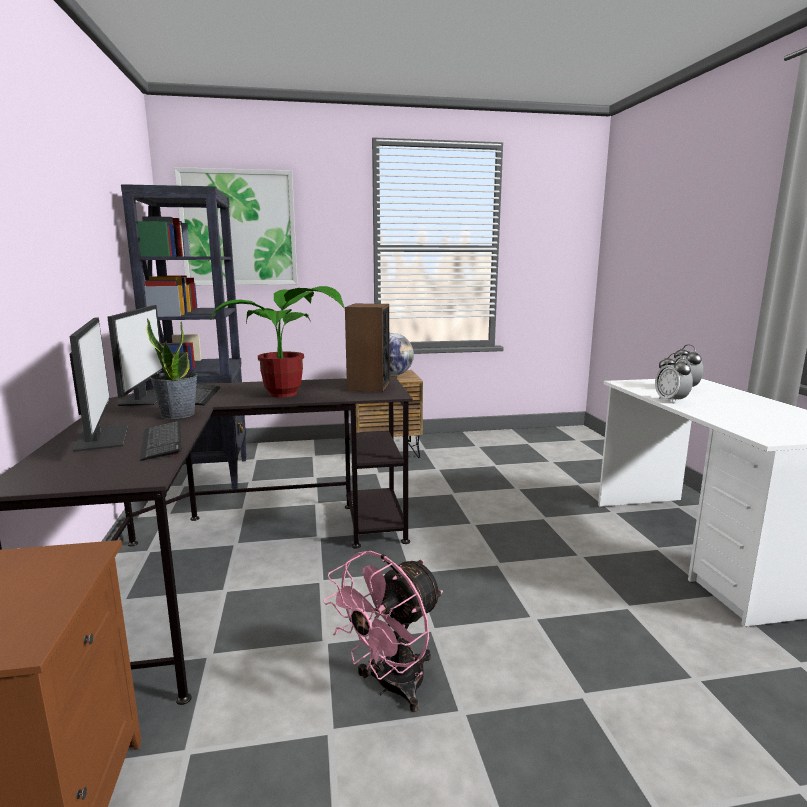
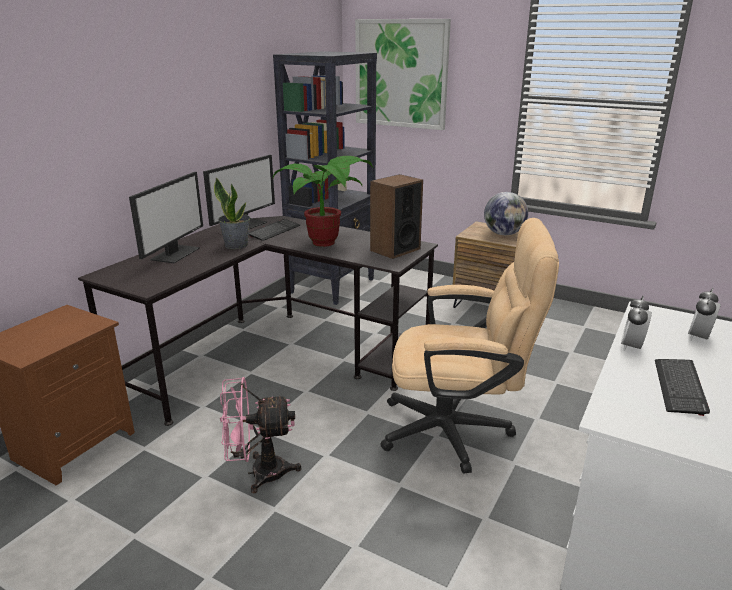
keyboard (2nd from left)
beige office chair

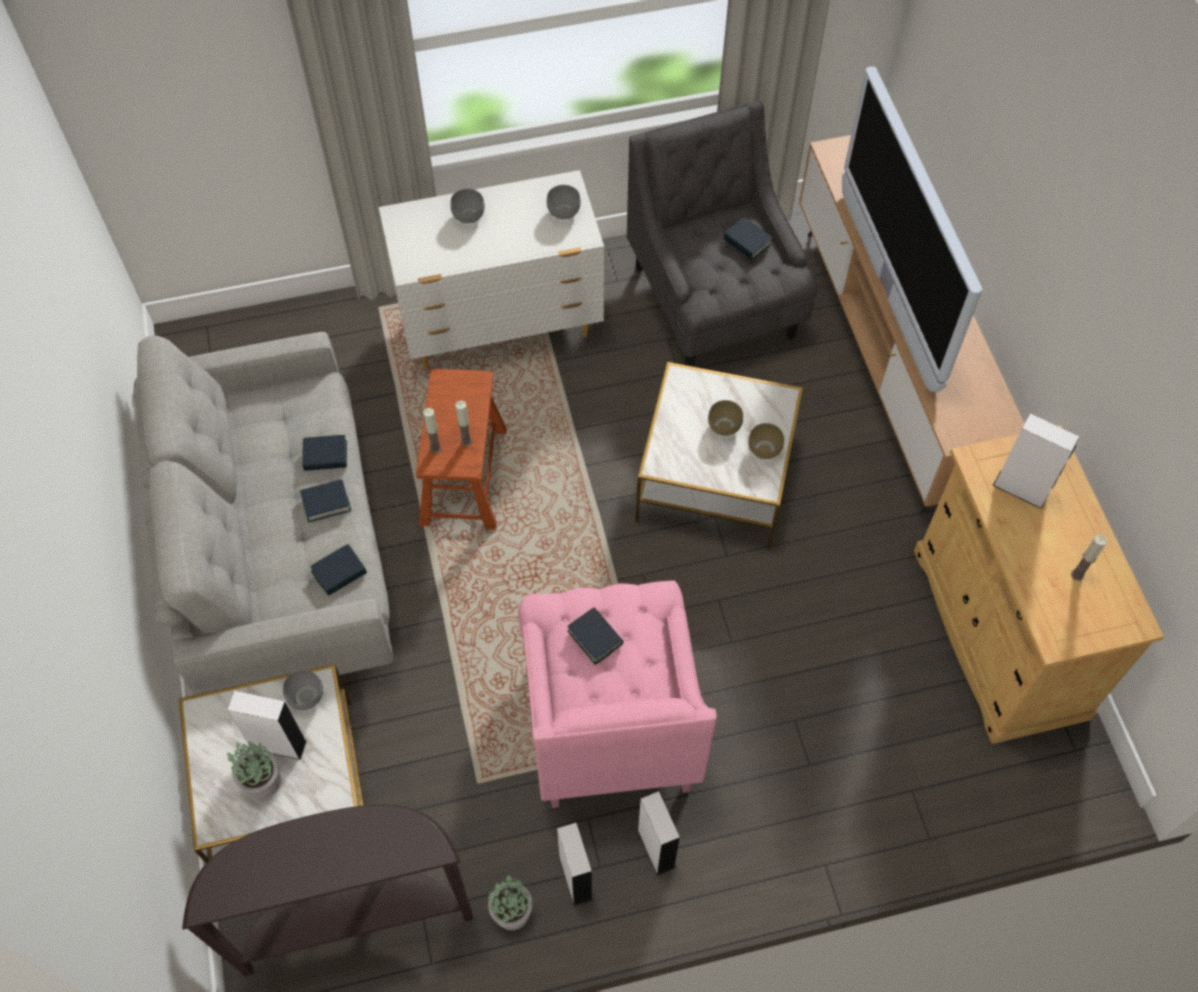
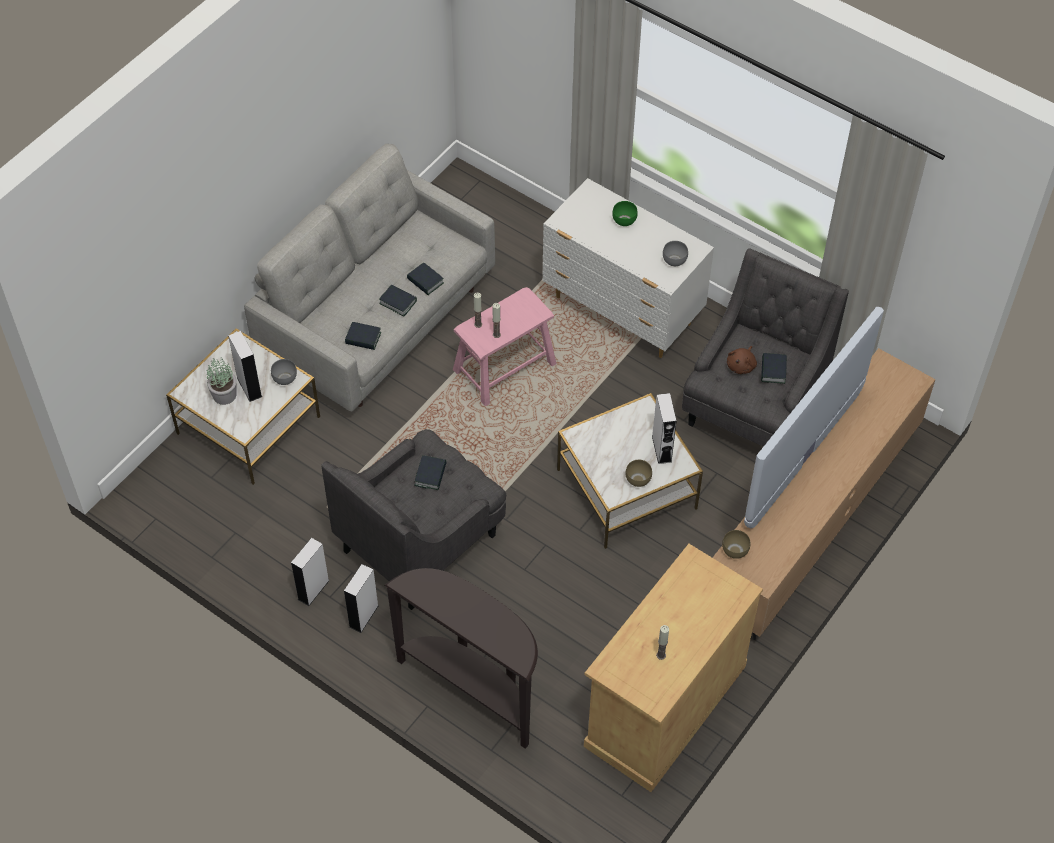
brown console table
pink stool
green bowl
potted plant (2nd from left in the first image)
grey armchair (1st from left)
brown bowl (2nd from left)
white speaker (4th from left)
brown plush toy

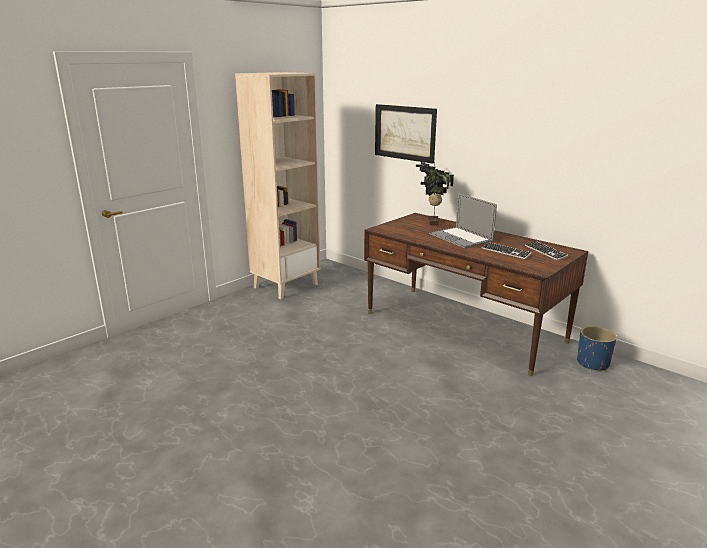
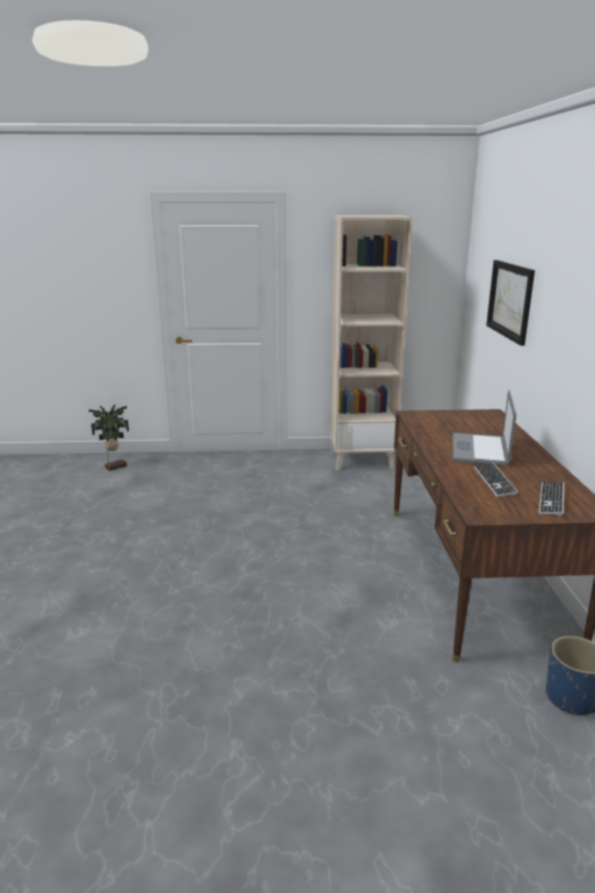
potted plant

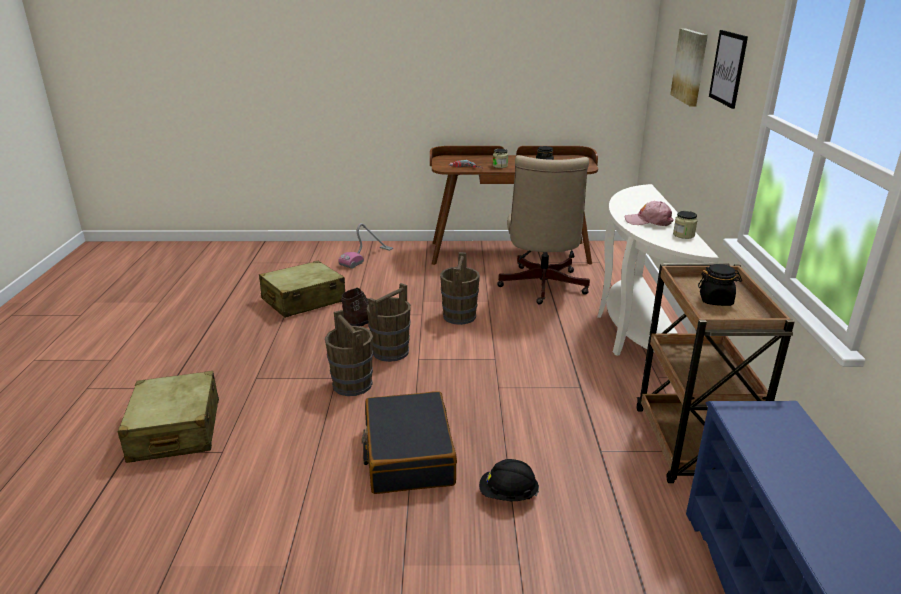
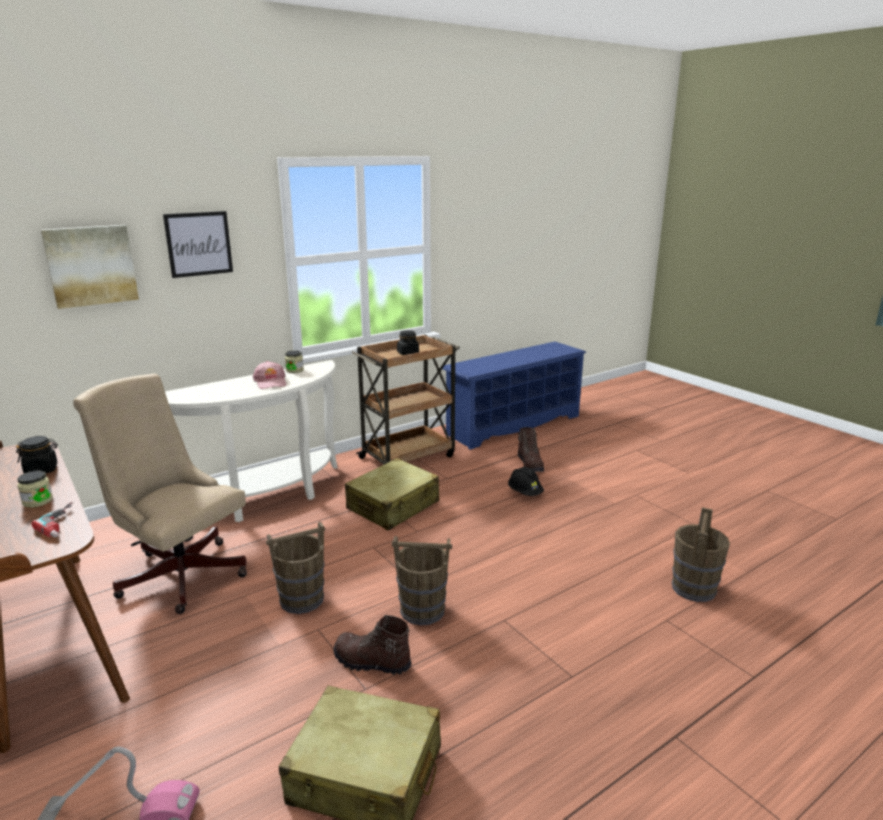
beige suitcase (2nd from left)
brown bucket (3rd from left)
black suitcase
beige office chair
brown boot (2nd from left)

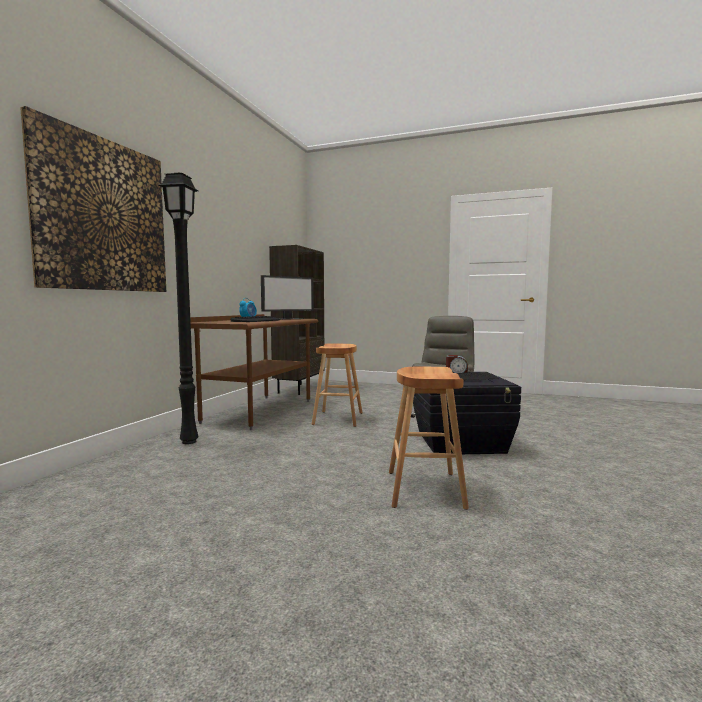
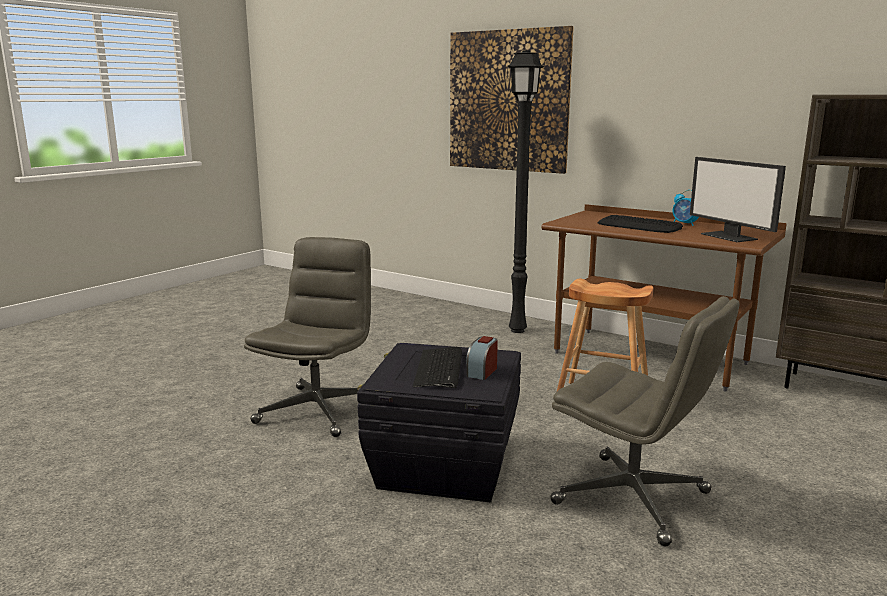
grey office chair (1st from left)

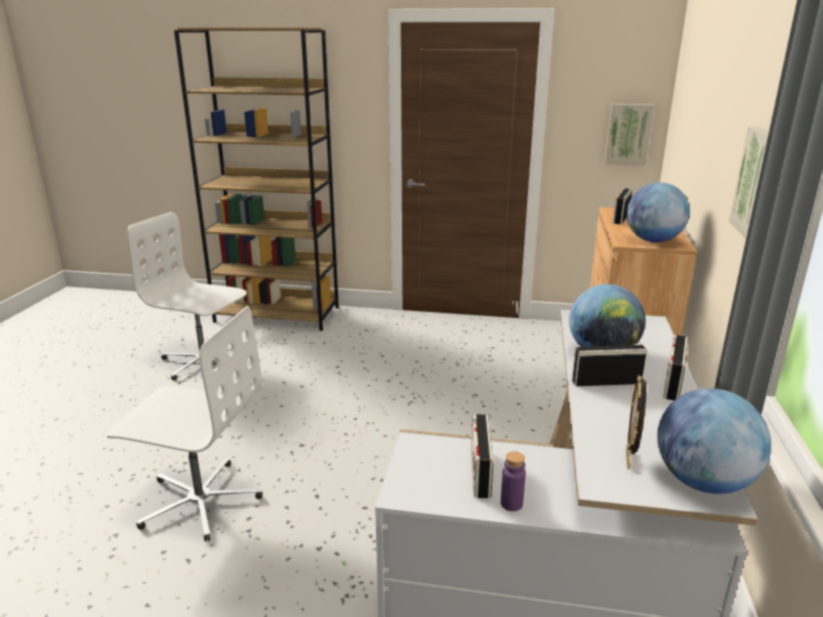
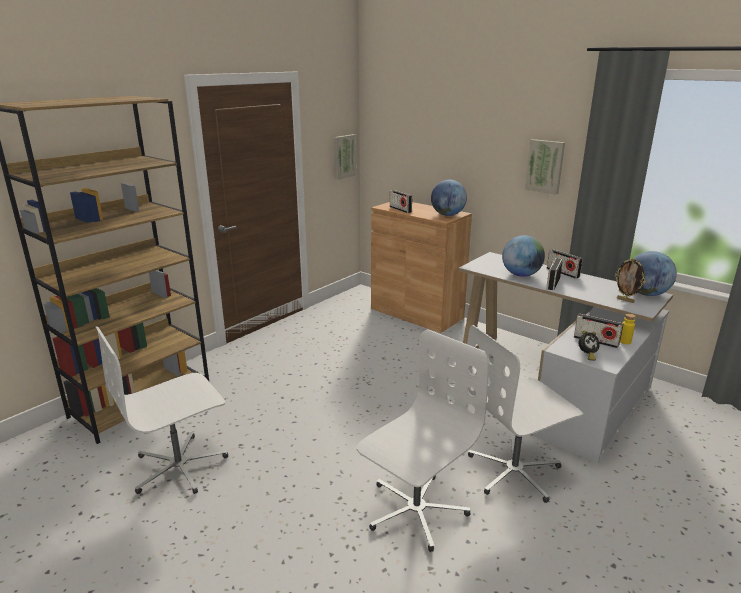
yellow bottle
white office chair (3rd from left)
alarm clock

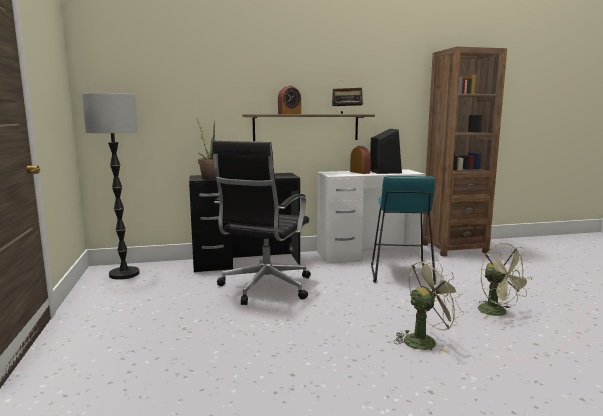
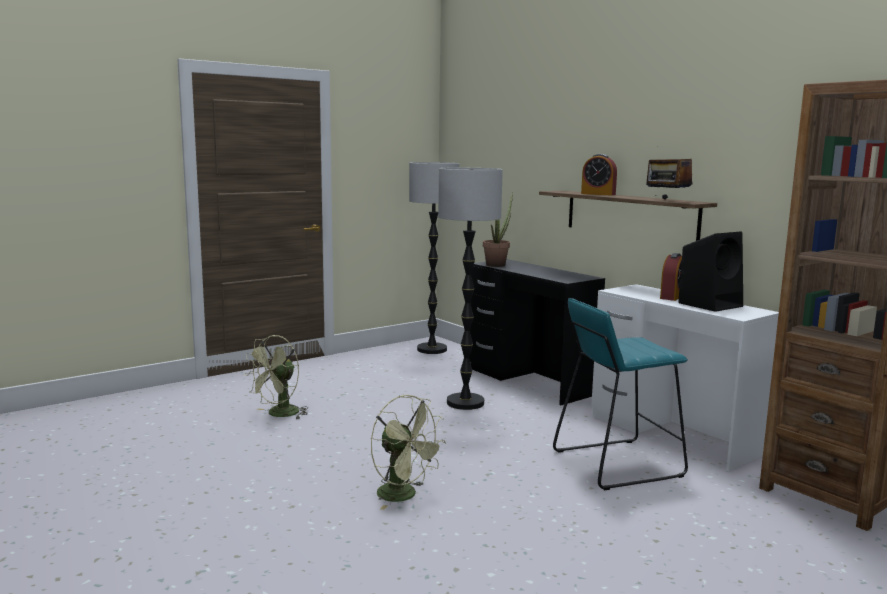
floor lamp (2nd from left)
green fan (1st from left)

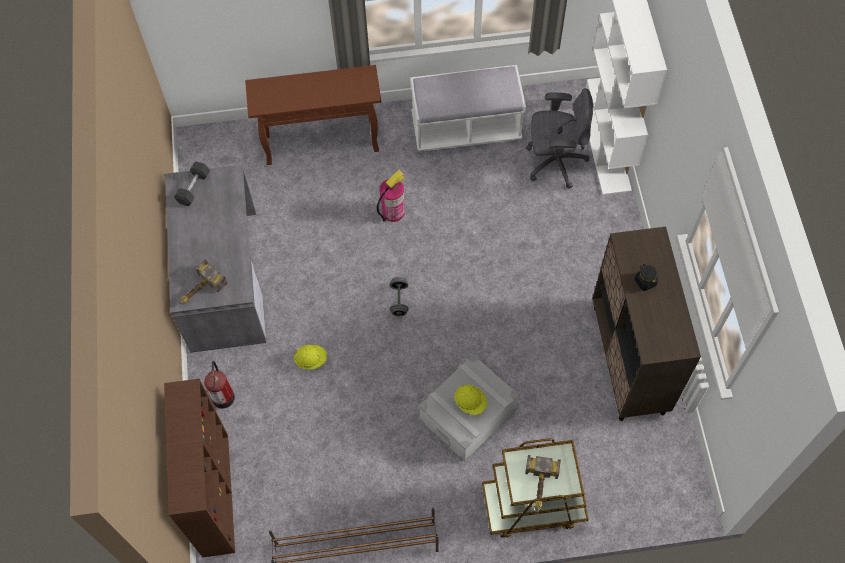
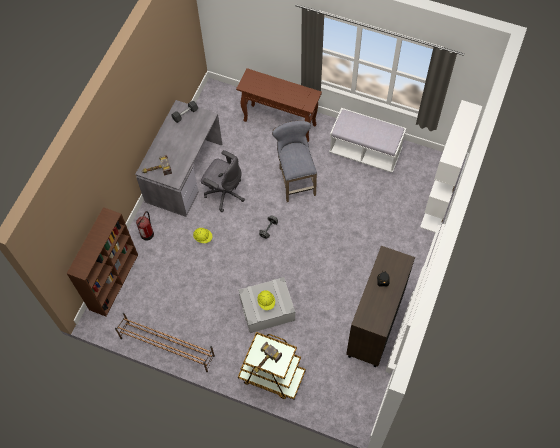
grey stool
grey office chair

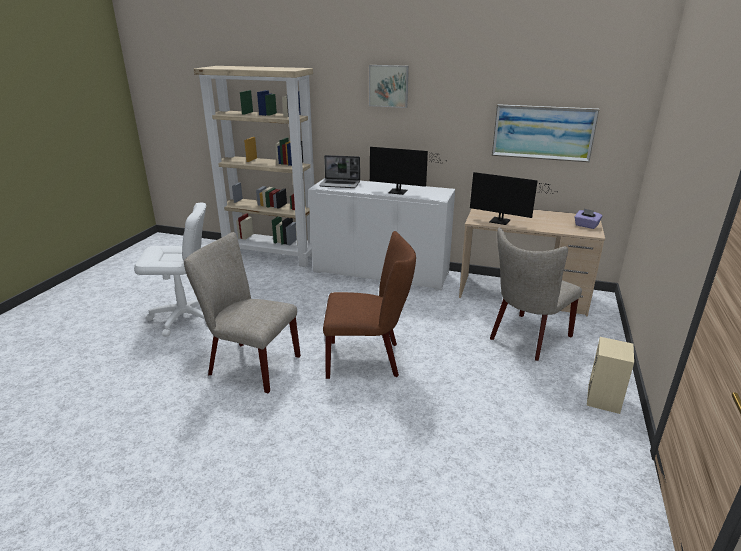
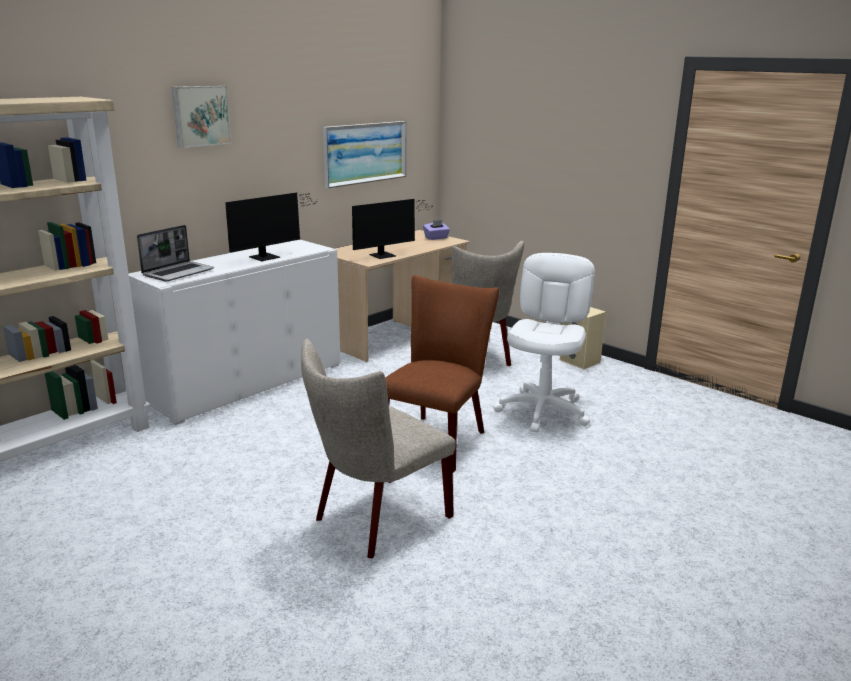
white office chair

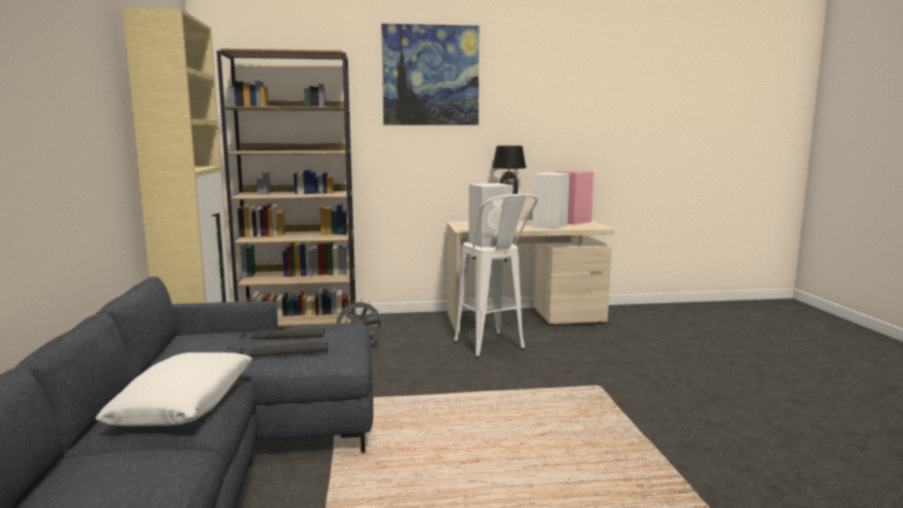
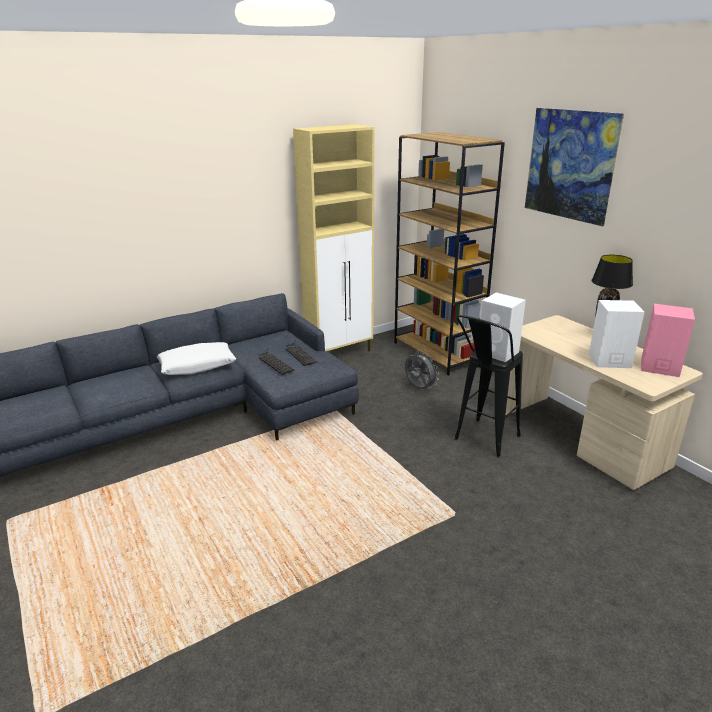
black stool

